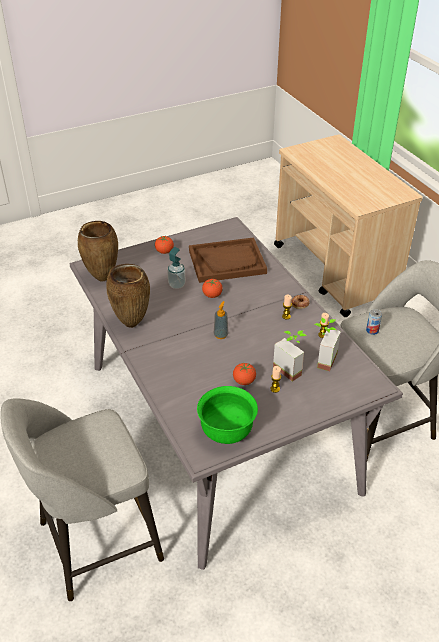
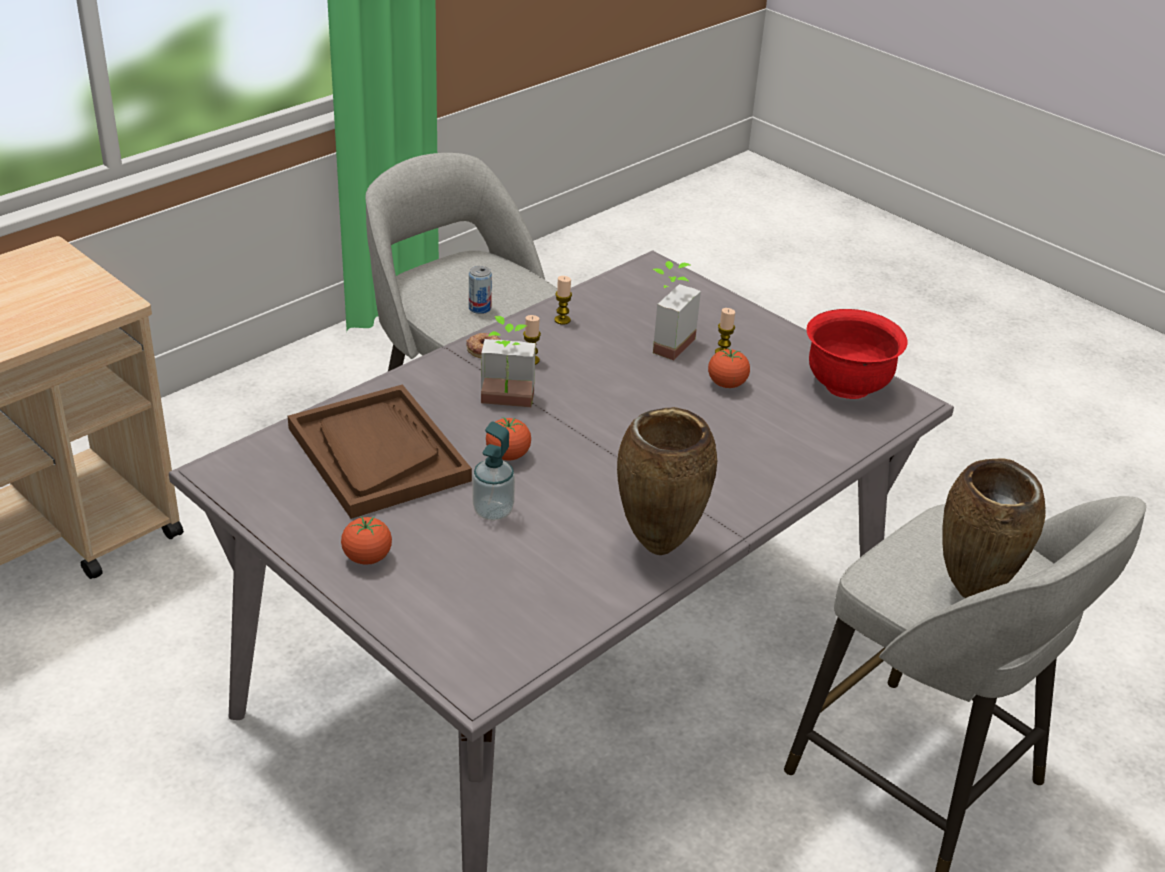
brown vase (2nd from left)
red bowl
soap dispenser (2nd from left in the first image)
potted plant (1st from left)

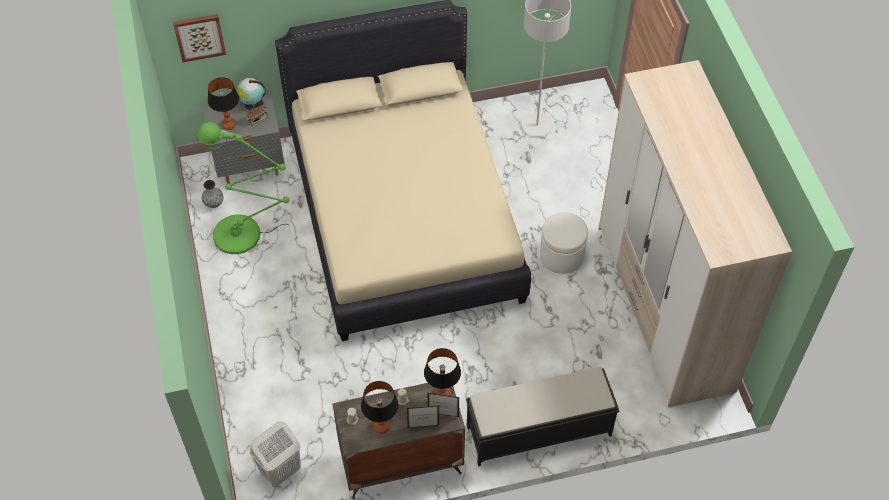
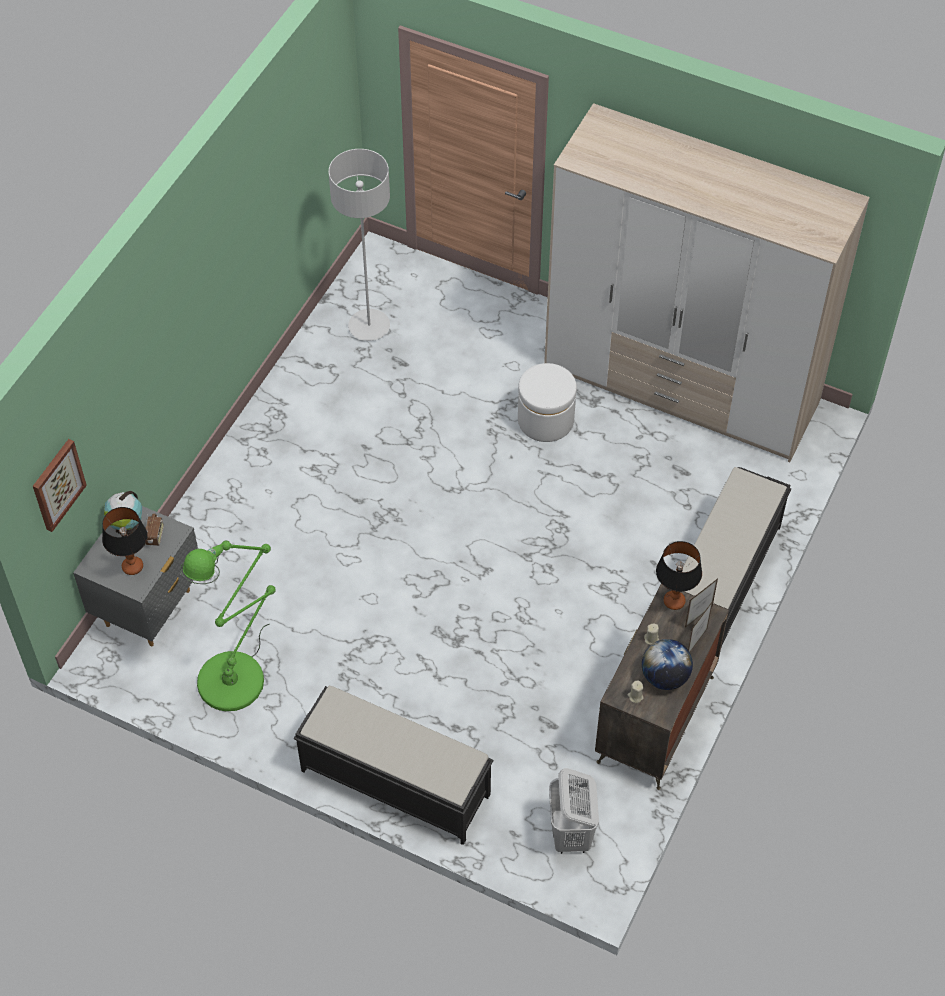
grey vase
beige bed
globe (2nd from left)
black bench (1st from left)

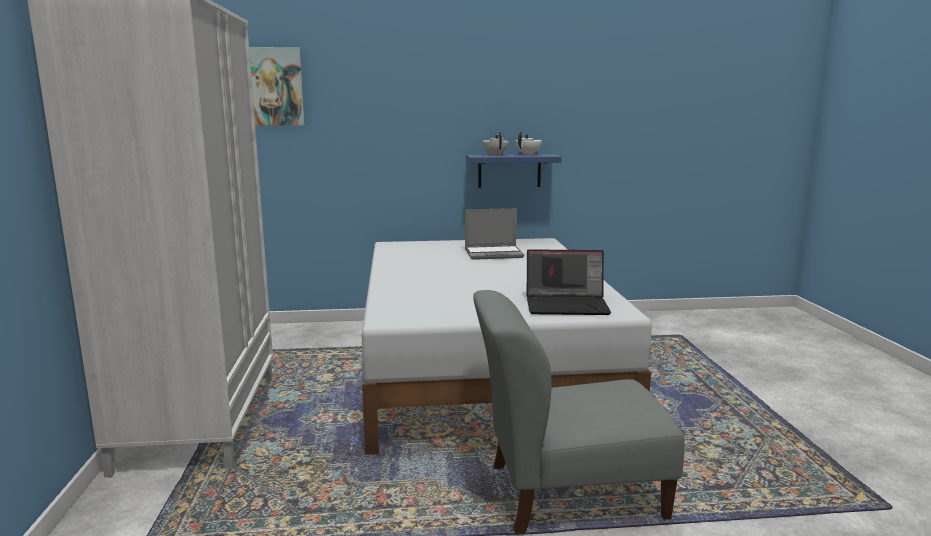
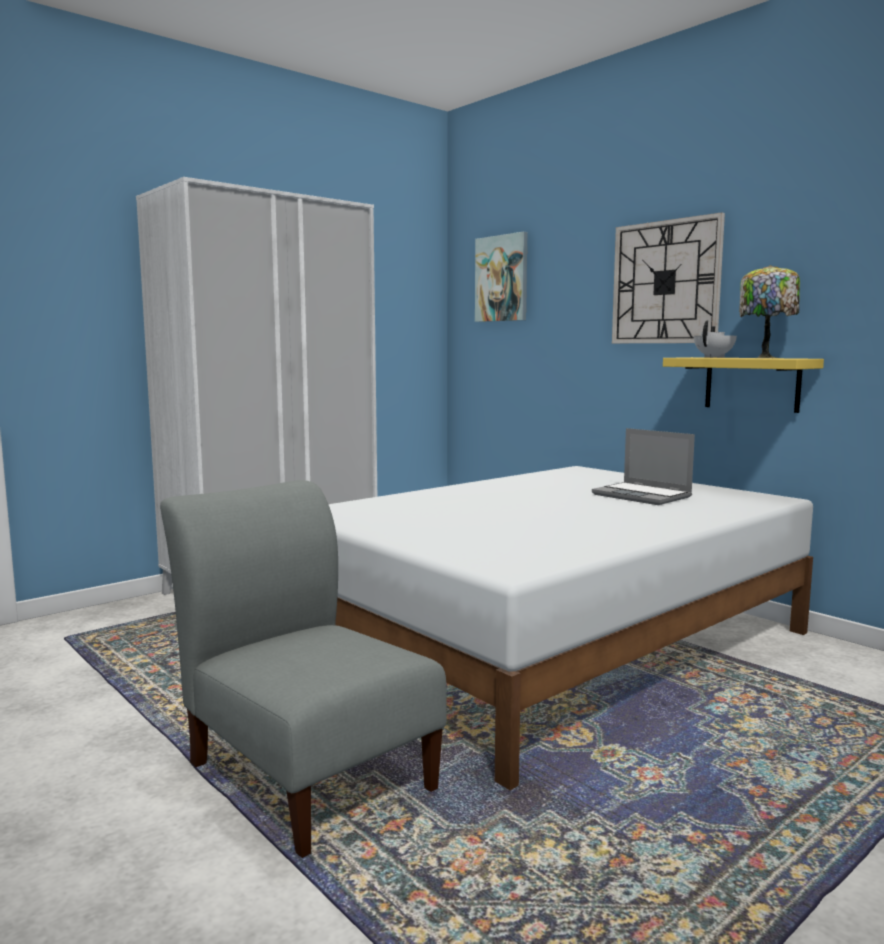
yellow shelf
table lamp
laptop (2nd from left in the first image)
wall clock

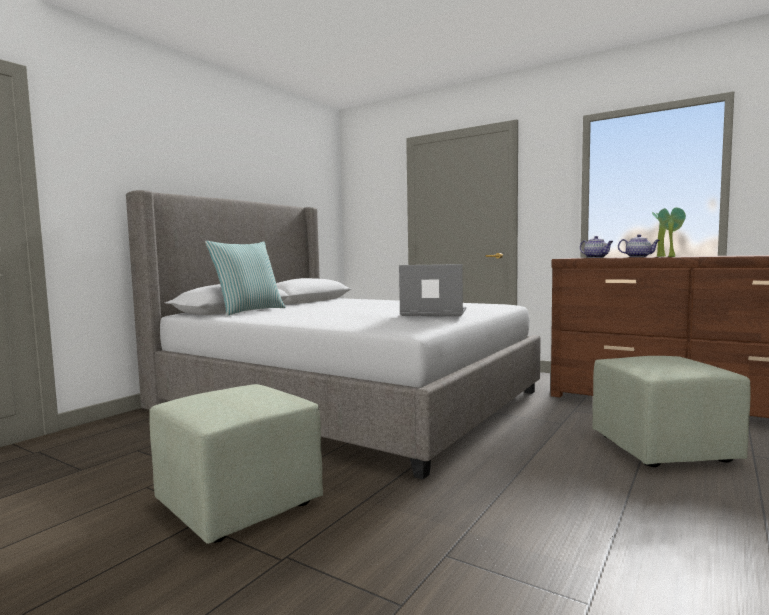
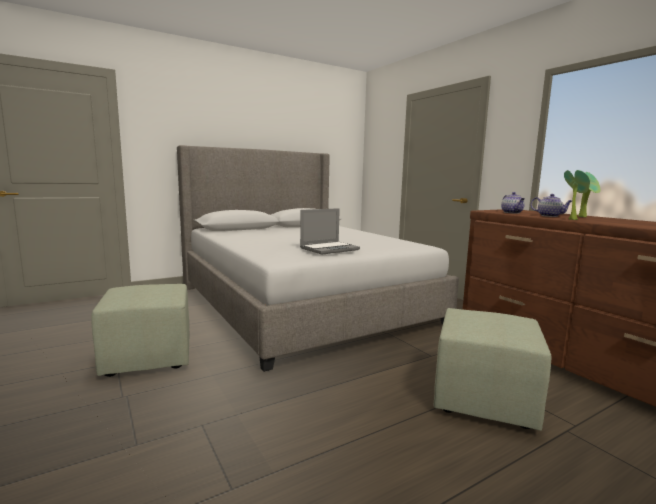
pillow
laptop

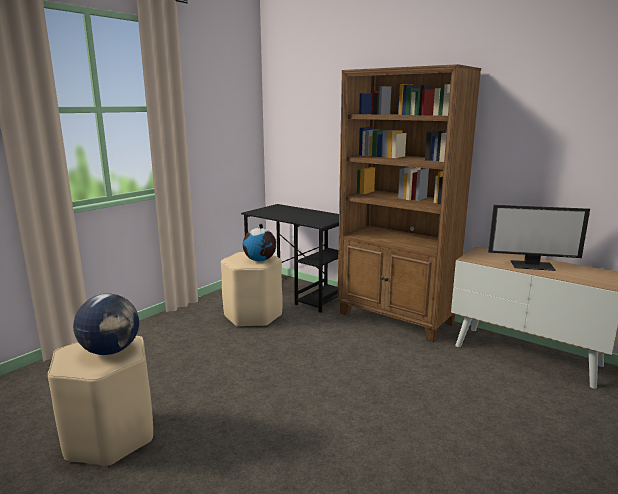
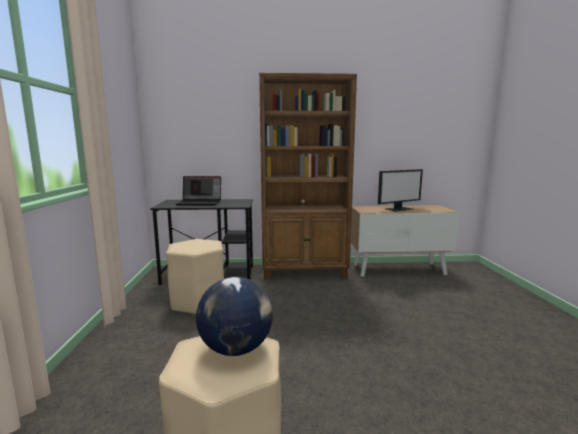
globe (2nd from left in the first image)
laptop

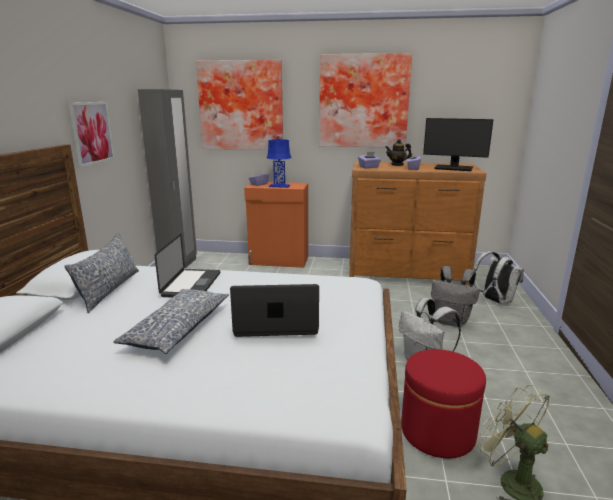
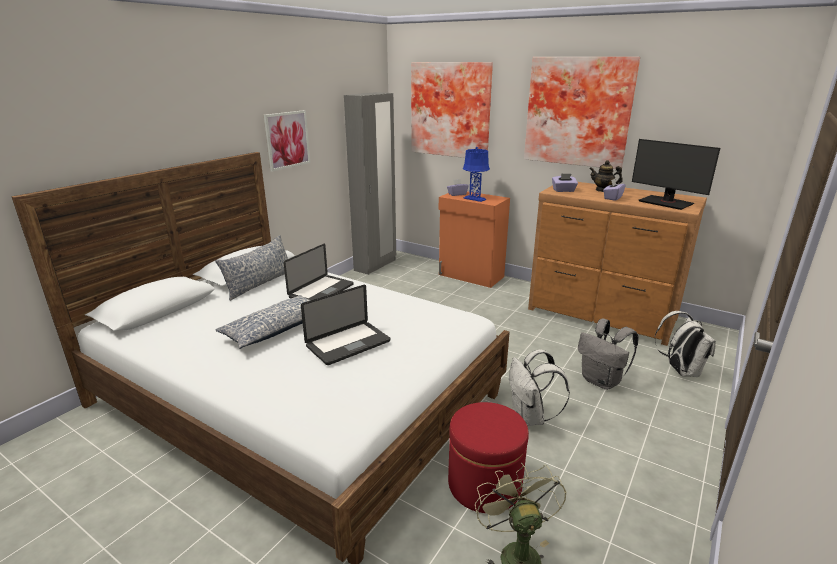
laptop (2nd from left)

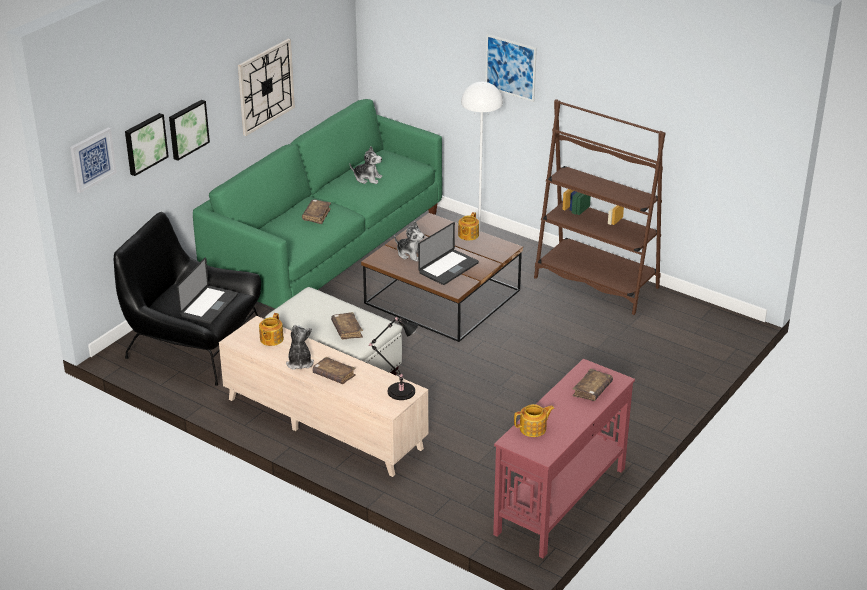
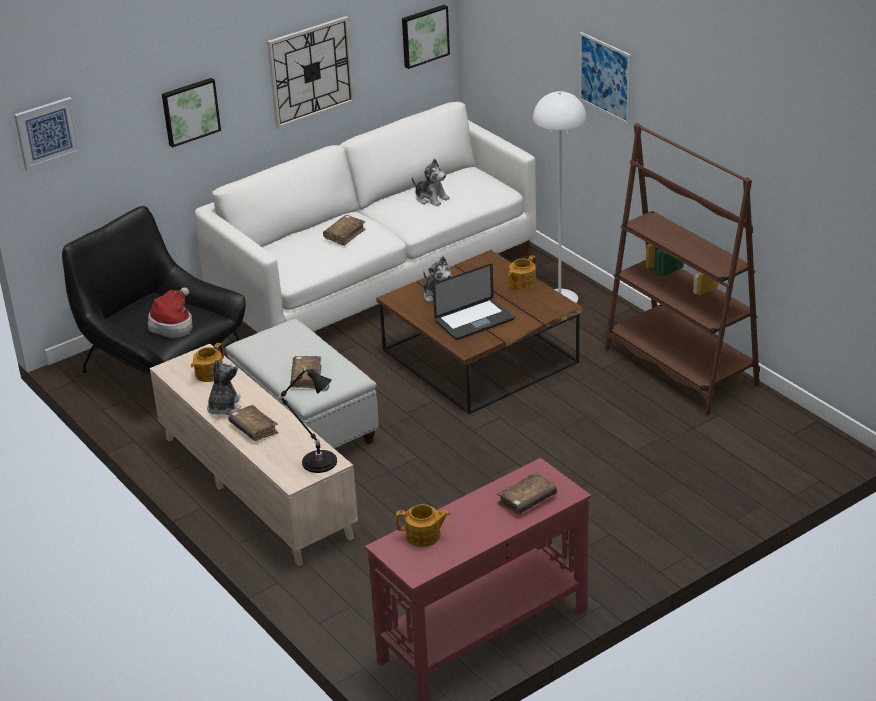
picture (3rd from left)
hat
white sofa

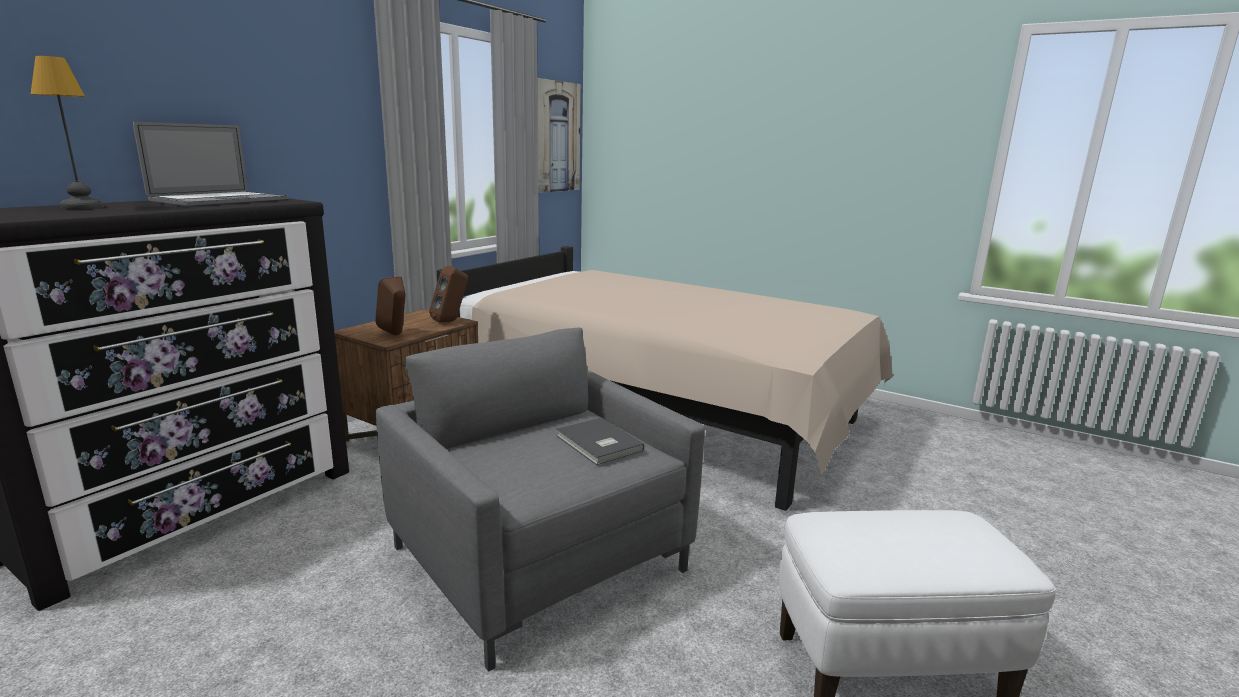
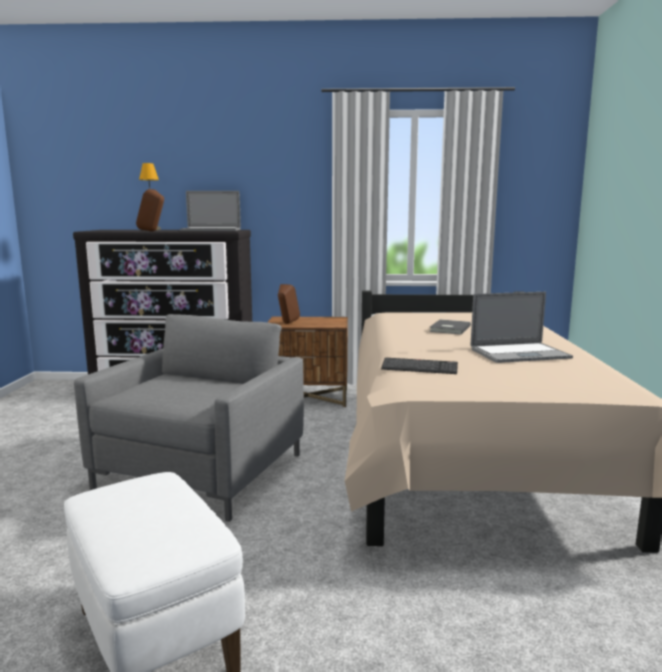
brown speaker (1st from left)
picture
grey book
keyboard
laptop (2nd from left)

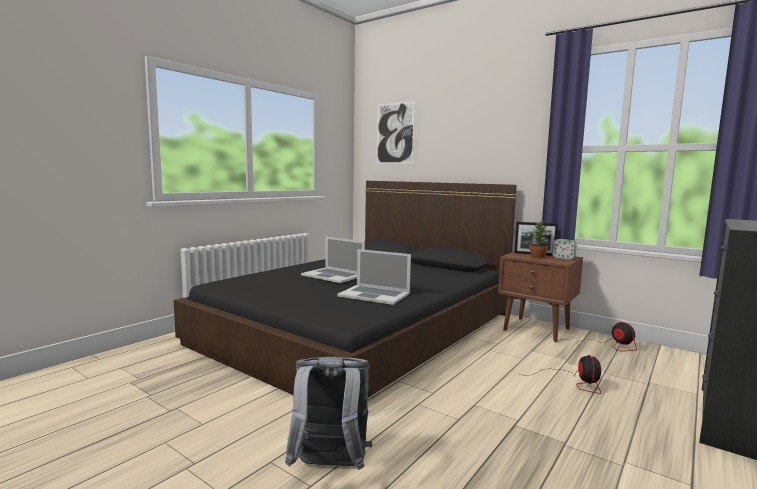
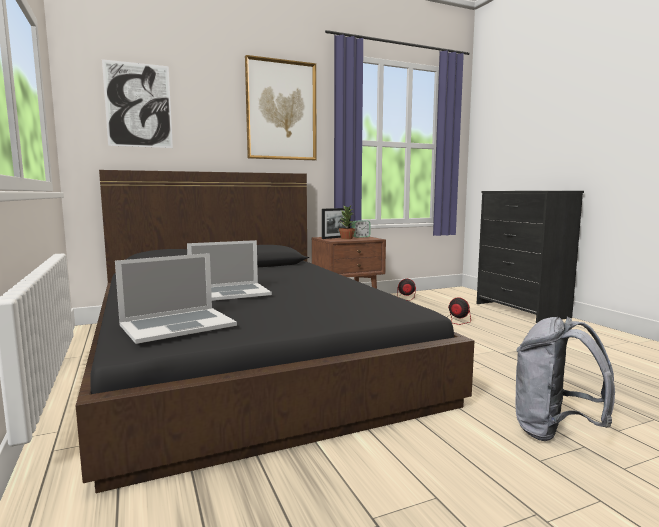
laptop (1st from left)
picture (2nd from left)

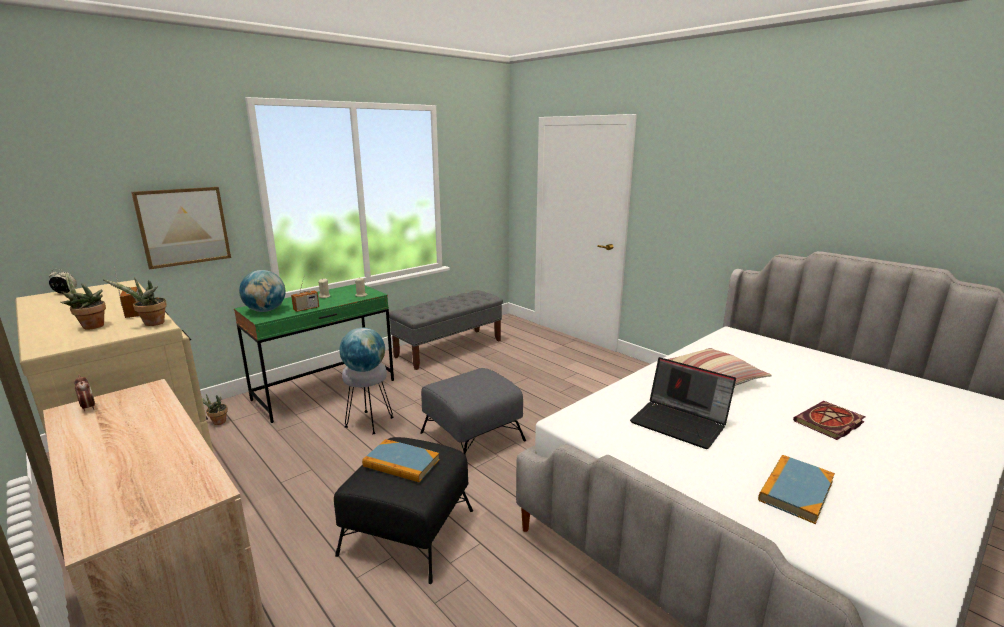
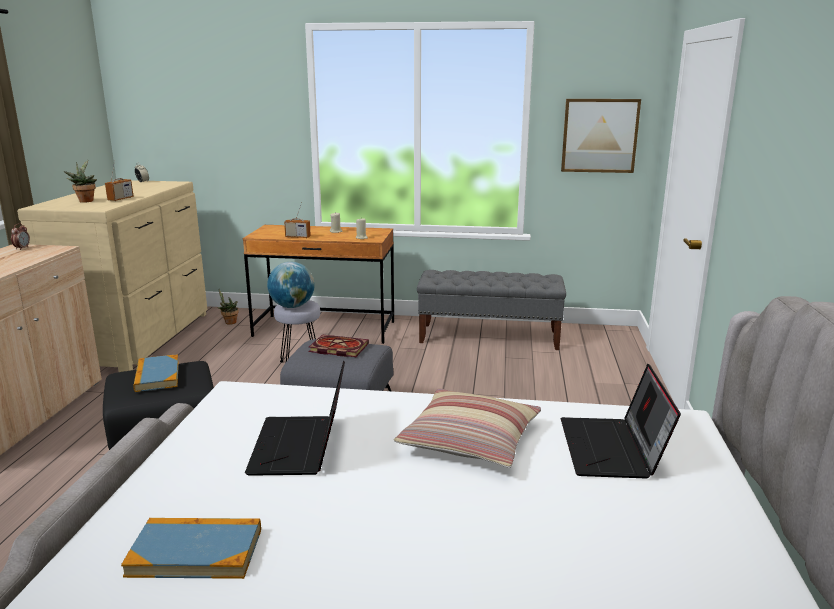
potted plant (2nd from left in the first image)
picture
brown desk
globe (1st from left in the first image)
book (3rd from left)
laptop (2nd from left)

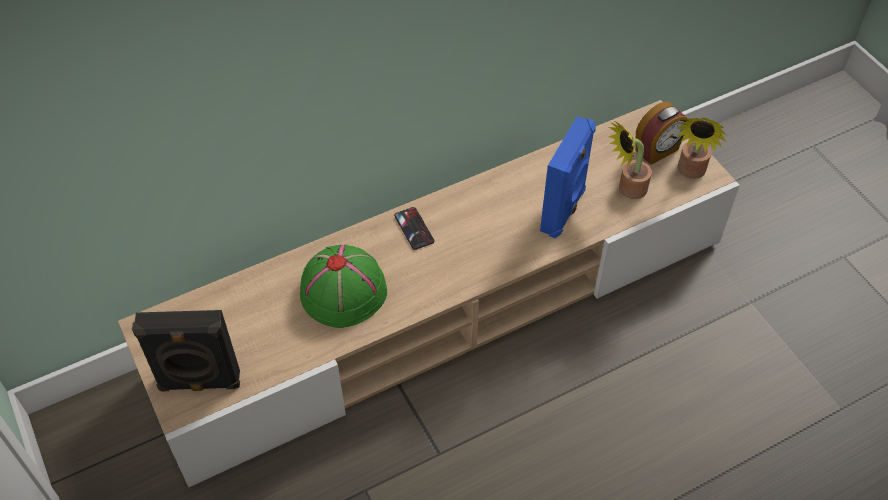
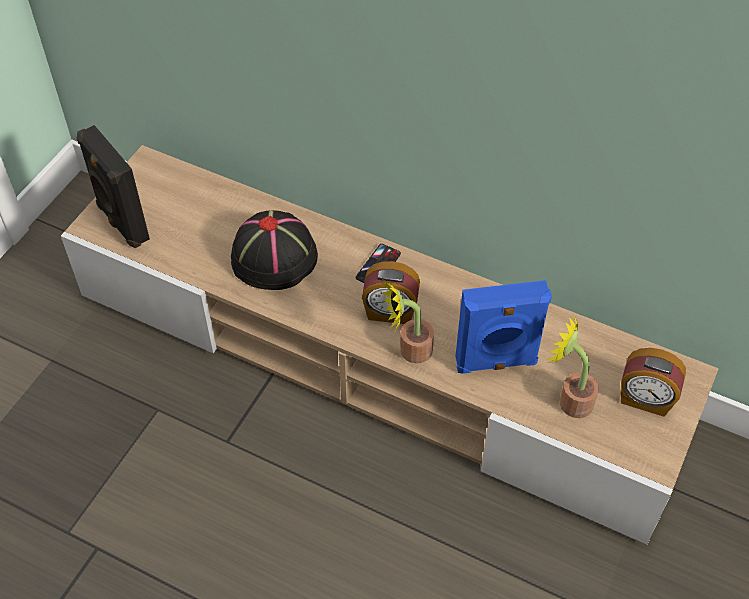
black hat
potted plant (1st from left)
alarm clock (1st from left)

